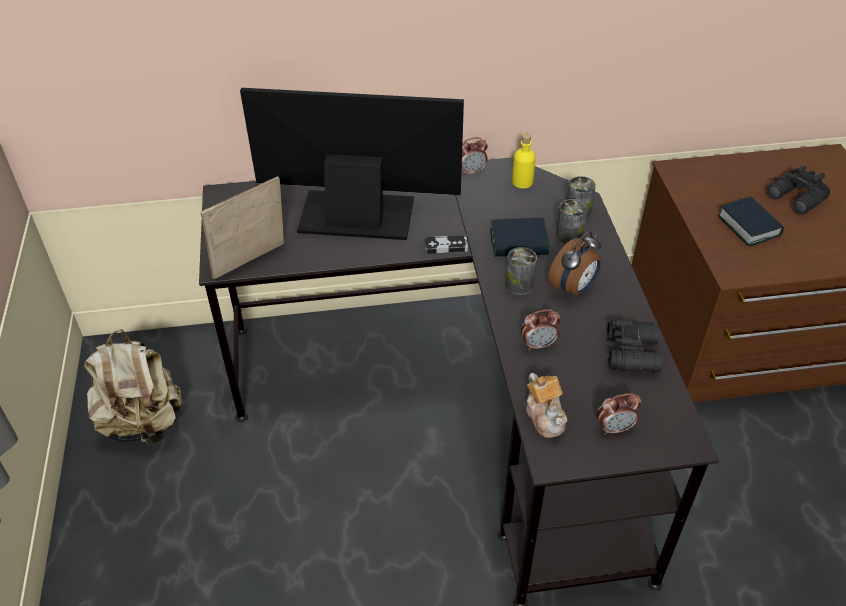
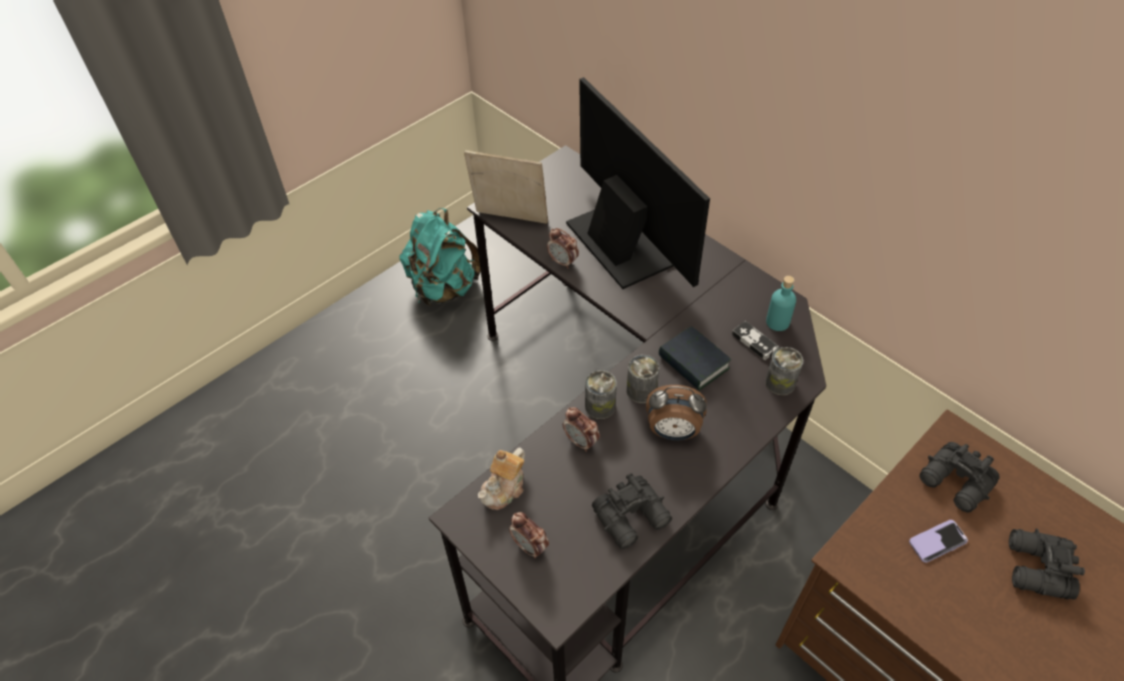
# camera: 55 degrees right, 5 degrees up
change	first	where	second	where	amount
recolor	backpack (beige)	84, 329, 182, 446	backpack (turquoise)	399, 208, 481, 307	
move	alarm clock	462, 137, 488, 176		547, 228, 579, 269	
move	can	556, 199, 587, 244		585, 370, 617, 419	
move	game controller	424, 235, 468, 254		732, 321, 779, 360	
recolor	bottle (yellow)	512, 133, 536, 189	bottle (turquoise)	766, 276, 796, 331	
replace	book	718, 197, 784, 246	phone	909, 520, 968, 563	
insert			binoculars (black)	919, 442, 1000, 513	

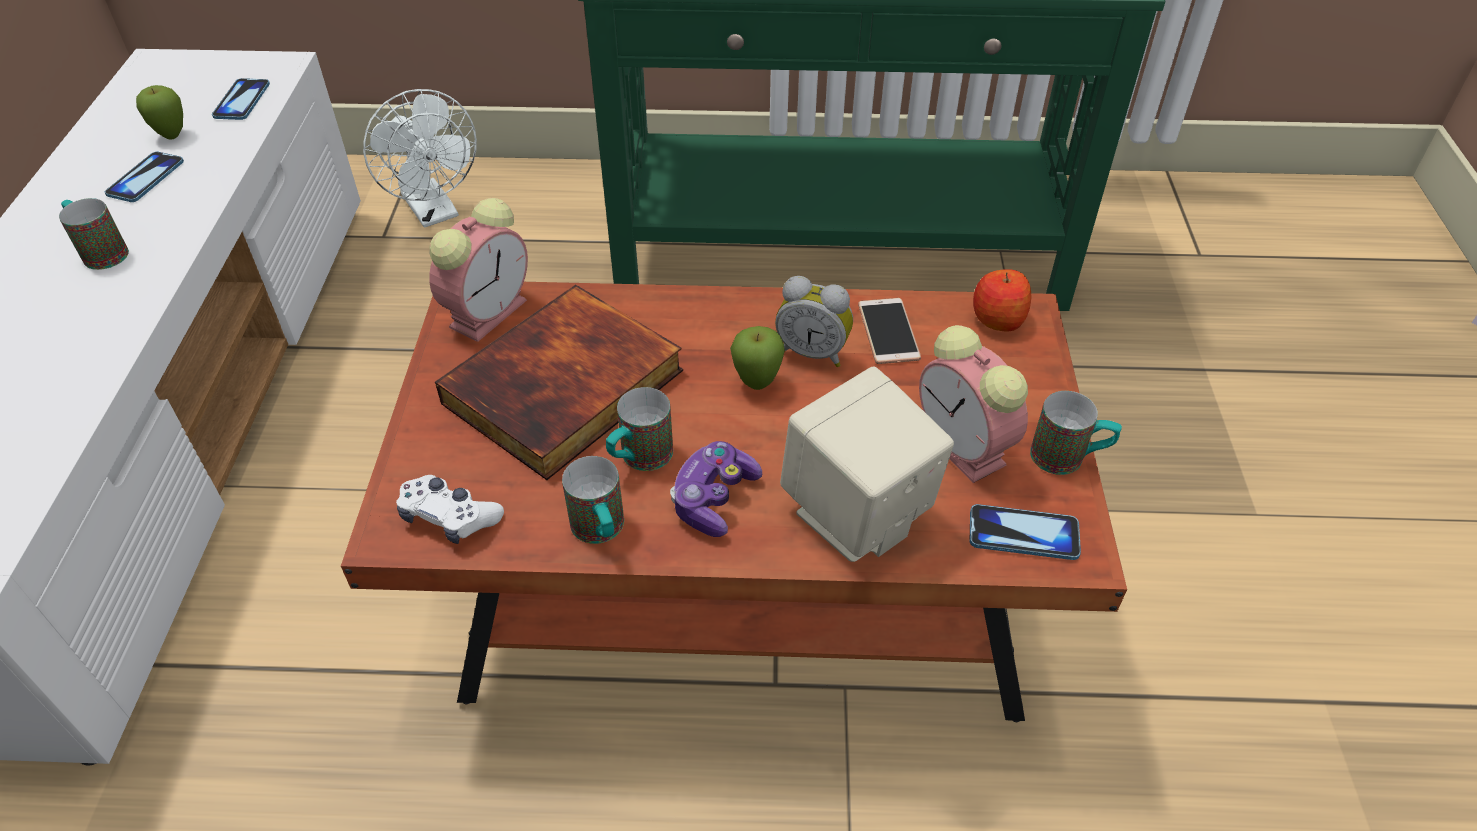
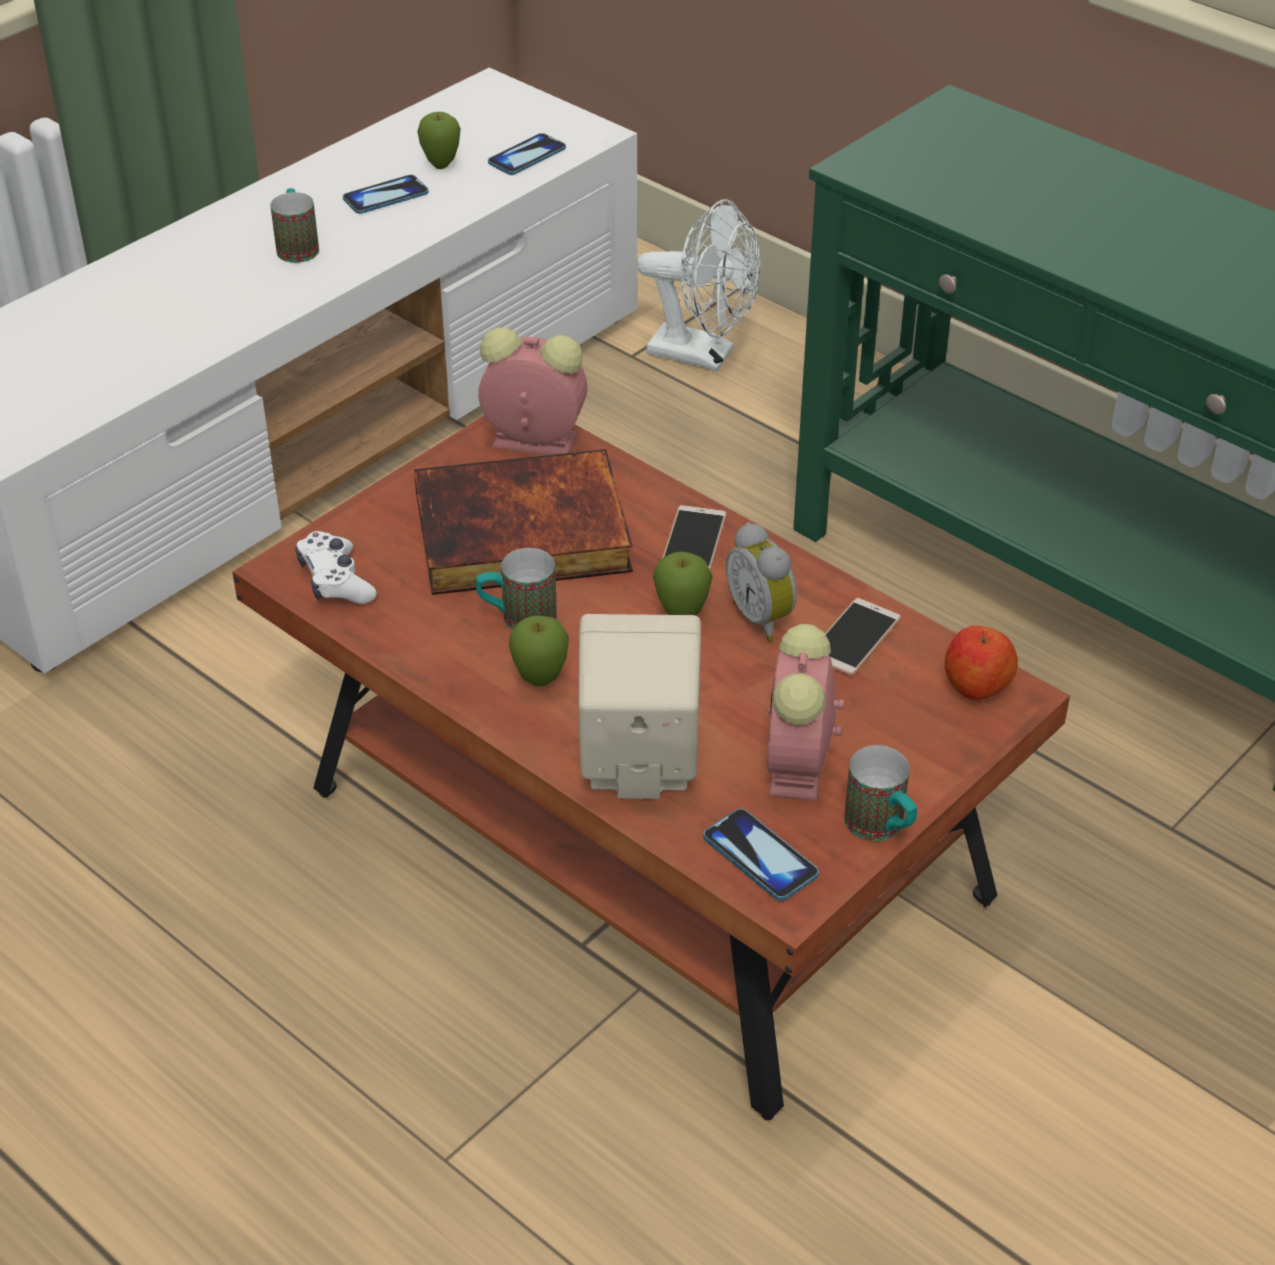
# camera: 40 degrees right, 5 degrees down
change	first	where	second	where	amount
rotate	alarm clock	429, 198, 528, 342		478, 327, 588, 455	150 degrees counterclockwise
replace	game controller	670, 441, 762, 537	apple	509, 616, 569, 687	
rotate	fan (white)	363, 89, 477, 228		637, 199, 760, 371	75 degrees counterclockwise
insert			phone	662, 505, 727, 571	
delete	mug	562, 456, 624, 544			

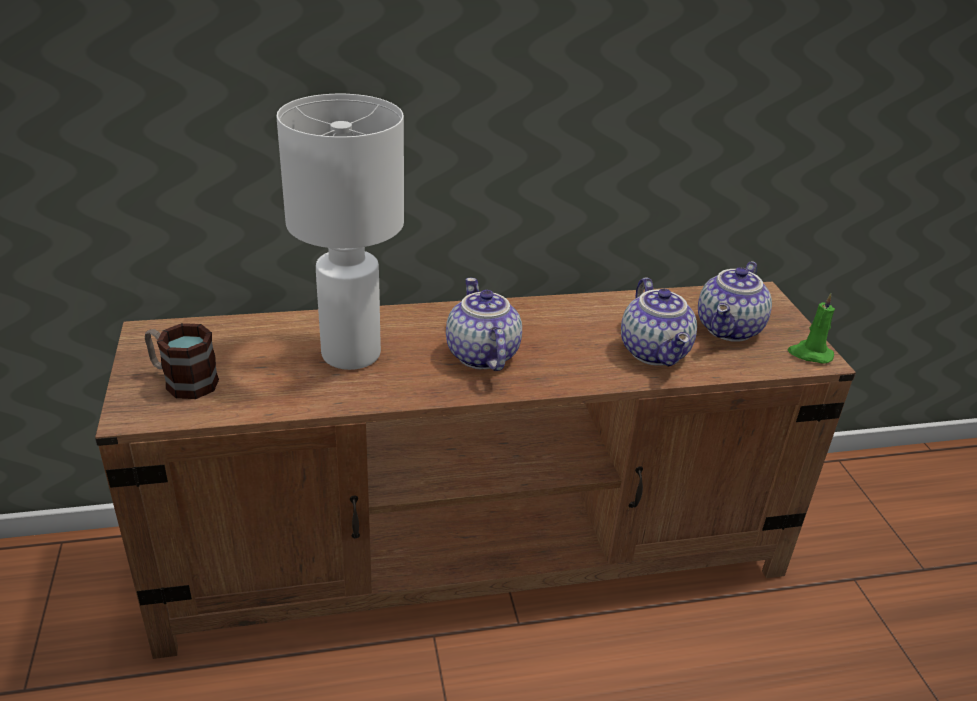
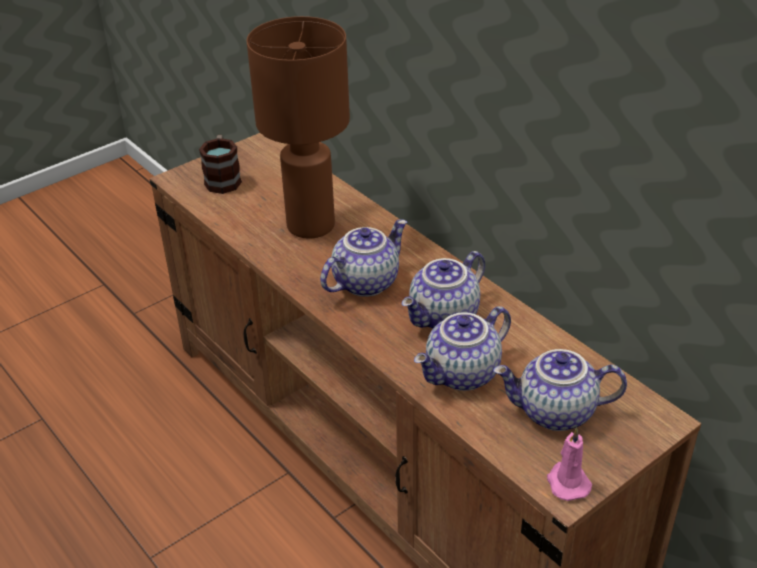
# camera: 65 degrees right, 5 degrees up
change	first	where	second	where	amount
recolor	table lamp (white)	276, 94, 404, 370	table lamp (brown)	246, 16, 350, 239	
insert			teapot	402, 251, 485, 329	
recolor	candle (green)	788, 293, 835, 364	candle (pink)	547, 427, 592, 501	

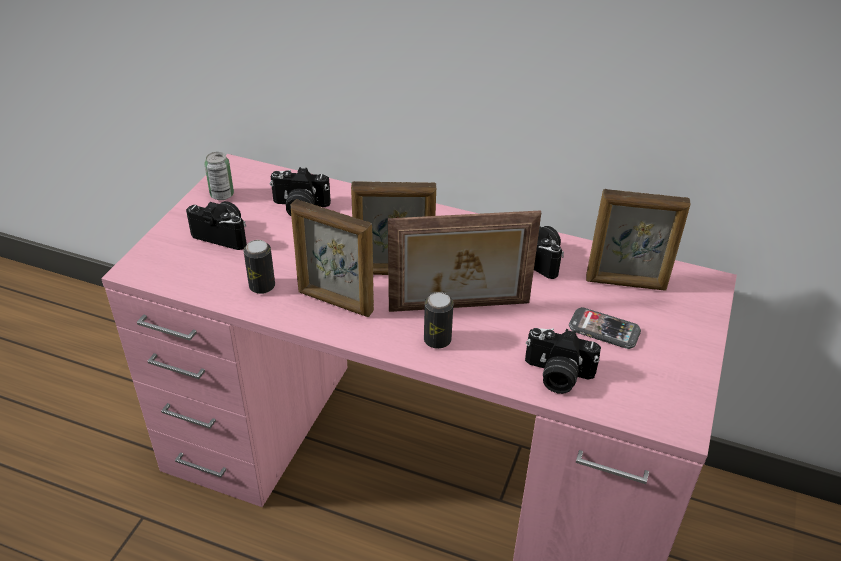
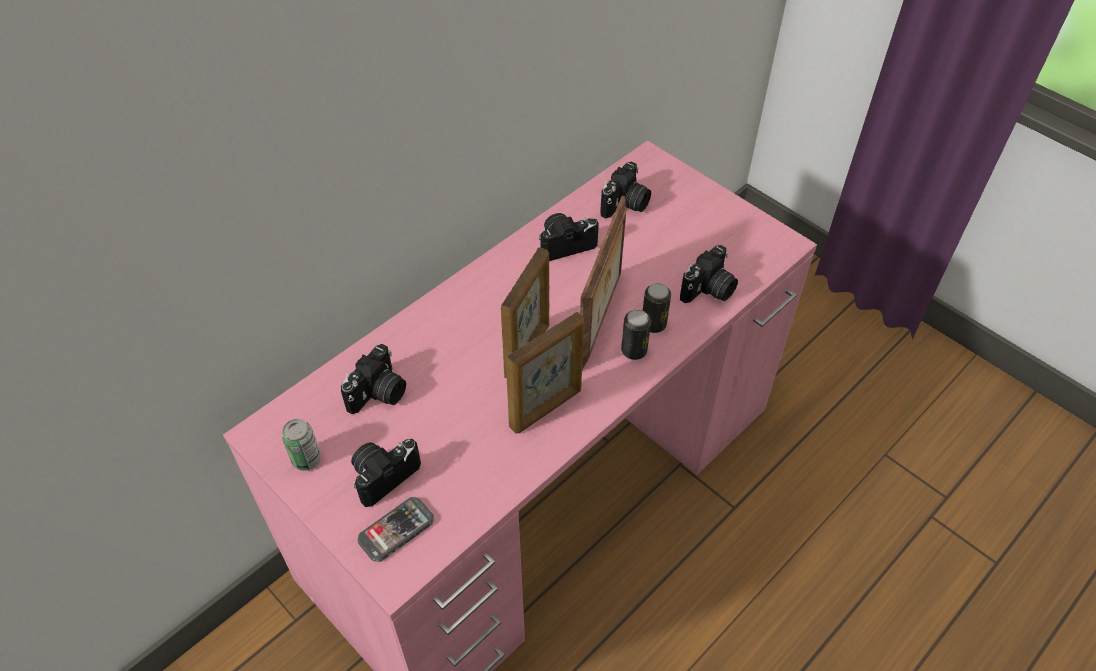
# camera: 65 degrees left, 10 degrees up
change	first	where	second	where	amount
move	phone	569, 307, 641, 349		358, 497, 434, 562	
replace	picture frame	586, 189, 690, 291	photo camera	600, 162, 651, 218	
move	can	244, 240, 275, 294		643, 283, 671, 333	

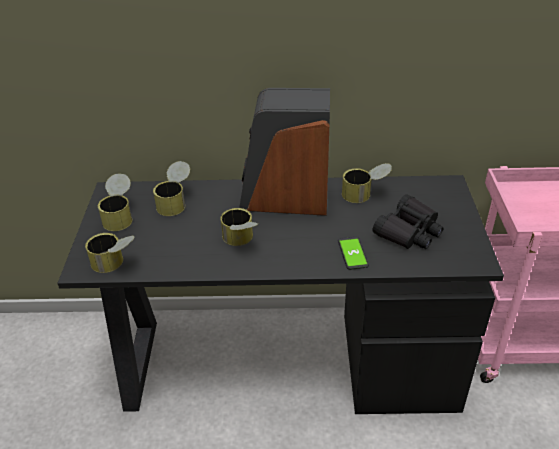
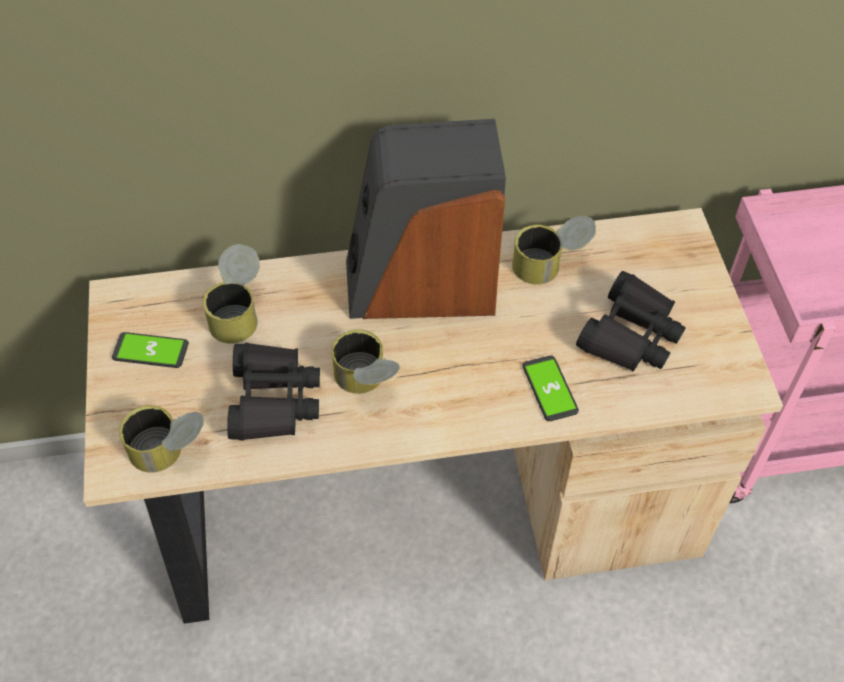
# camera: 10 degrees left, 15 degrees up
change	first	where	second	where	amount
recolor	desk (black)	57, 175, 504, 414	desk (beige)	83, 208, 783, 624	
replace	can	98, 173, 132, 231	phone	112, 332, 189, 368	
insert			binoculars (black)	227, 343, 320, 441	

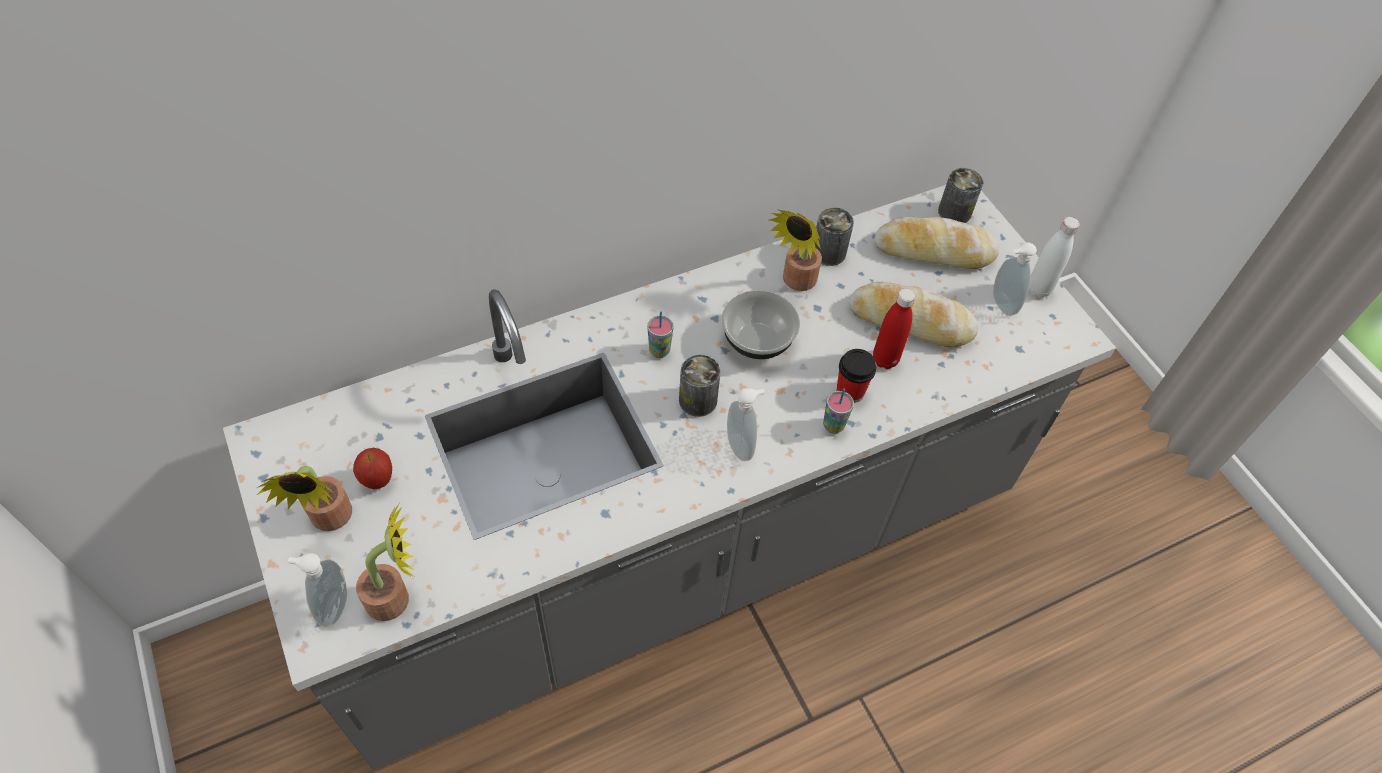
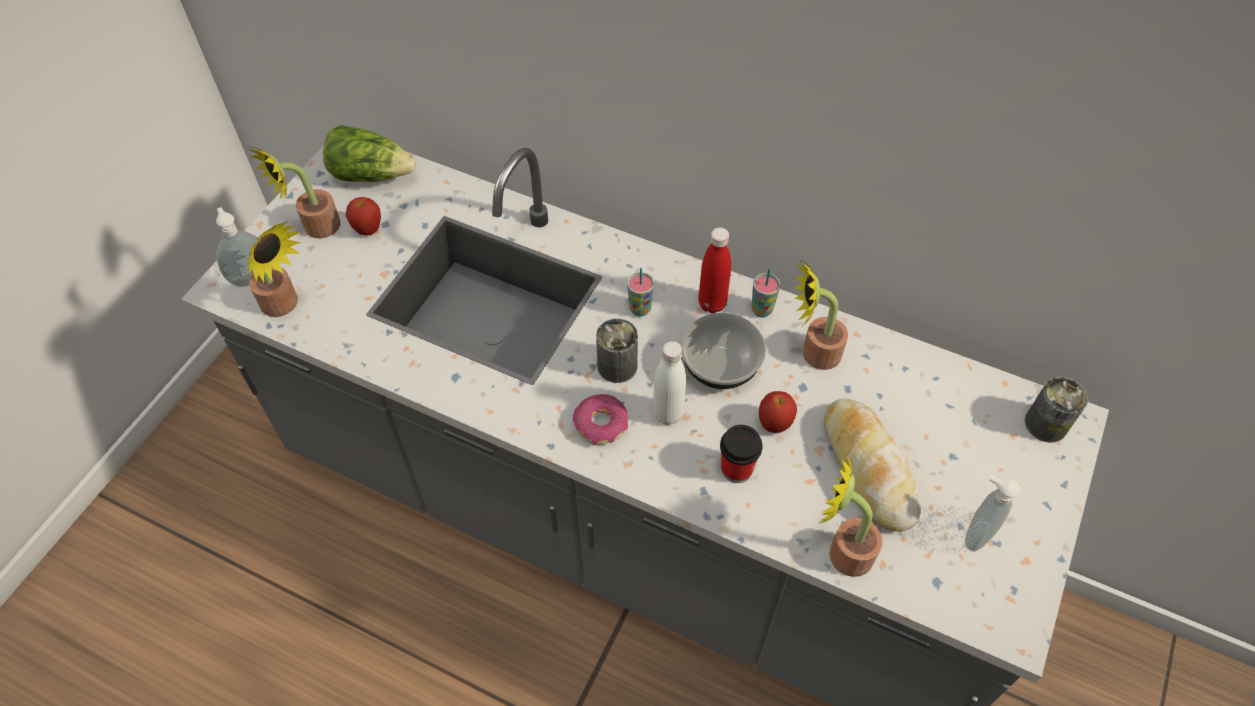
# camera: 55 degrees right, 0 degrees up
change	first	where	second	where	amount
insert			lettuce	323, 125, 416, 182	
replace	soap dispenser	727, 388, 765, 461	donut	573, 394, 628, 445	
move	bottle (white)	1029, 217, 1080, 298		653, 341, 686, 425	
move	bottle (red)	873, 288, 916, 369		698, 227, 731, 314	
move	cup	823, 389, 854, 434		751, 269, 780, 317	
insert			apple	759, 391, 797, 433	
insert			potted plant	819, 454, 883, 577	
delete	can	815, 207, 854, 266			
delete	bread	875, 217, 999, 269			

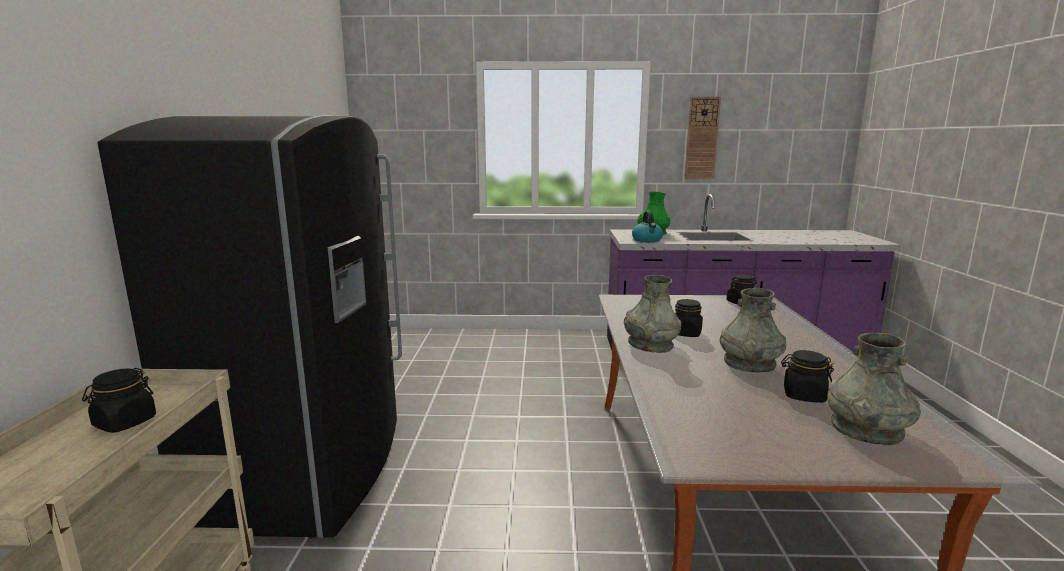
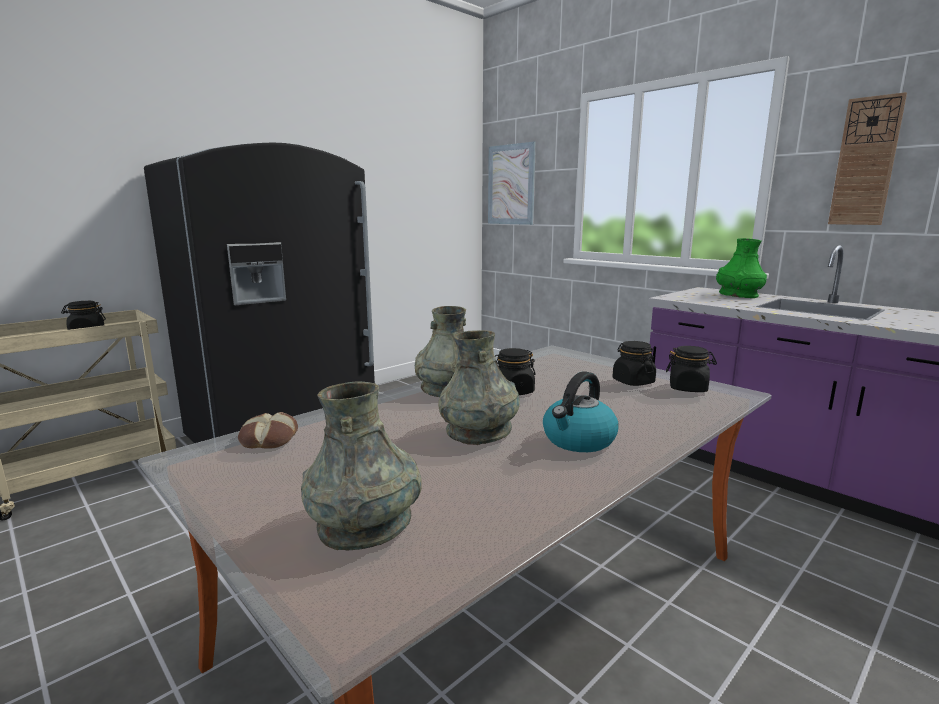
# camera: 45 degrees right, 0 degrees up
change	first	where	second	where	amount
insert			bread	238, 412, 298, 448	
insert			picture	488, 142, 536, 225	
move	kettle	632, 211, 663, 242		543, 371, 619, 452	
move	jar (black)	781, 350, 834, 403		612, 341, 656, 386	

